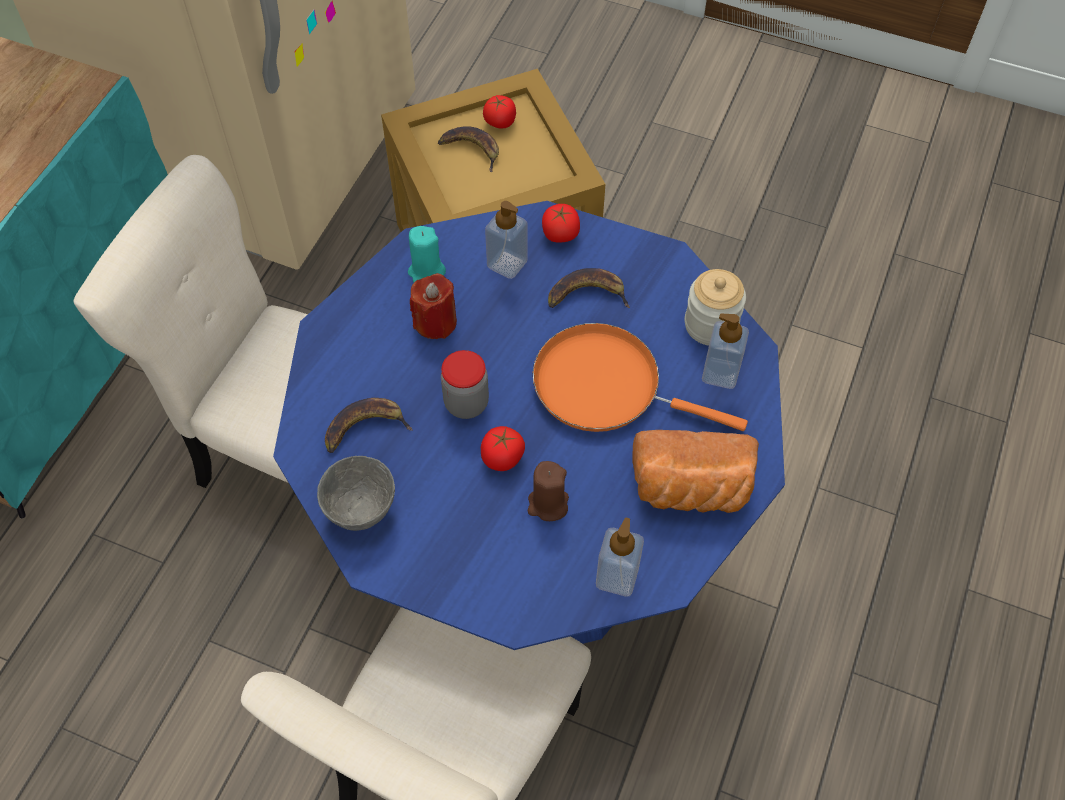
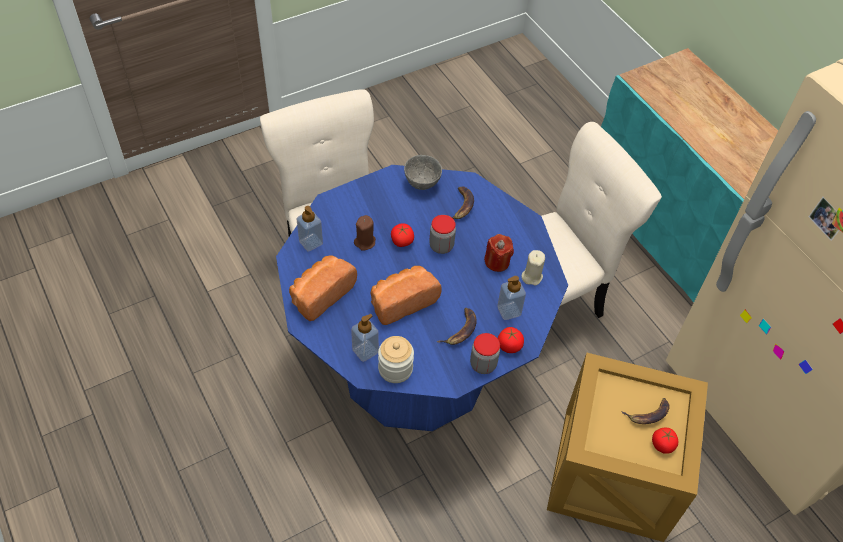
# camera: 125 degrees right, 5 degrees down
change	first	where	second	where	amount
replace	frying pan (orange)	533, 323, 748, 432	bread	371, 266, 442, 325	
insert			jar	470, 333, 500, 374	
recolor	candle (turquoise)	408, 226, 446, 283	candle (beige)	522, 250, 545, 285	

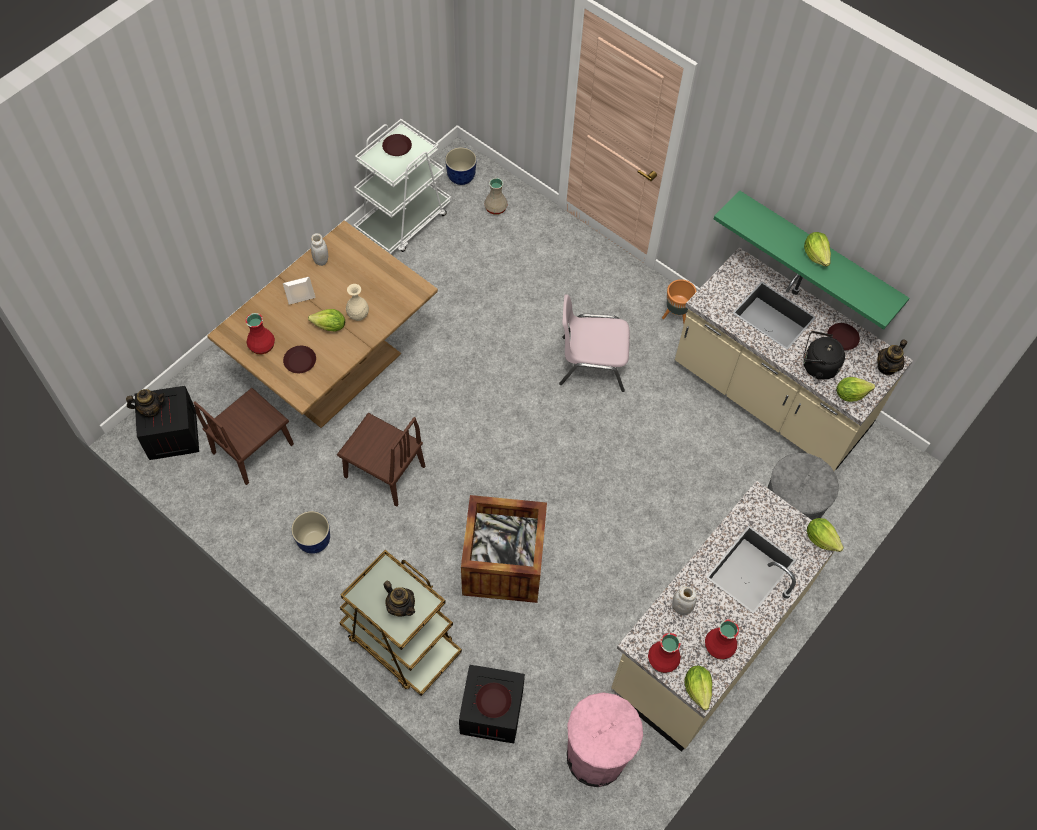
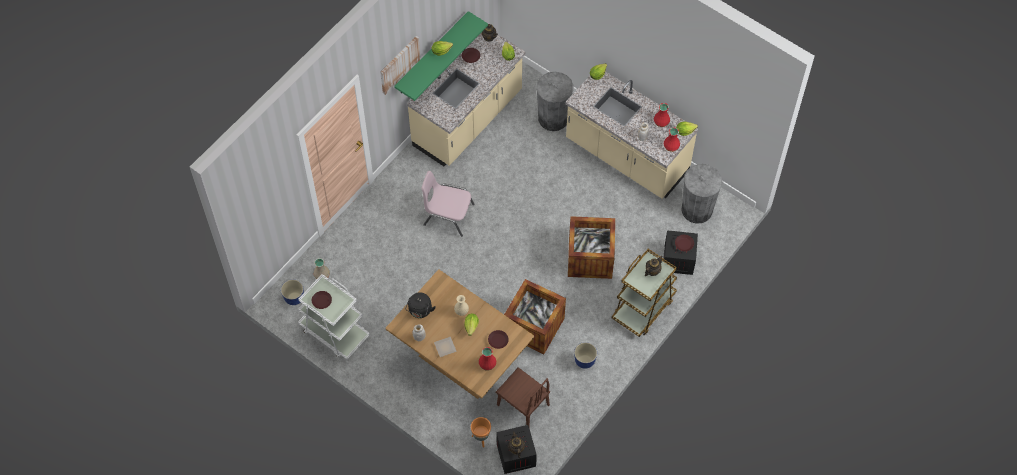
# camera: 90 degrees left, 0 degrees up
change	first	where	second	where	amount
insert			picture	380, 36, 421, 95	
move	kettle (black)	803, 331, 845, 380		405, 292, 436, 318	
rotate	chair (pink)	559, 294, 630, 392		421, 171, 474, 237	105 degrees clockwise
move	planter (orange)	662, 279, 697, 324		471, 417, 491, 448	
replace	chair (brown)	337, 413, 425, 506	crate	504, 279, 566, 354	
recolor	trash can (pink)	567, 692, 643, 787	trash can (grey)	681, 164, 723, 224	

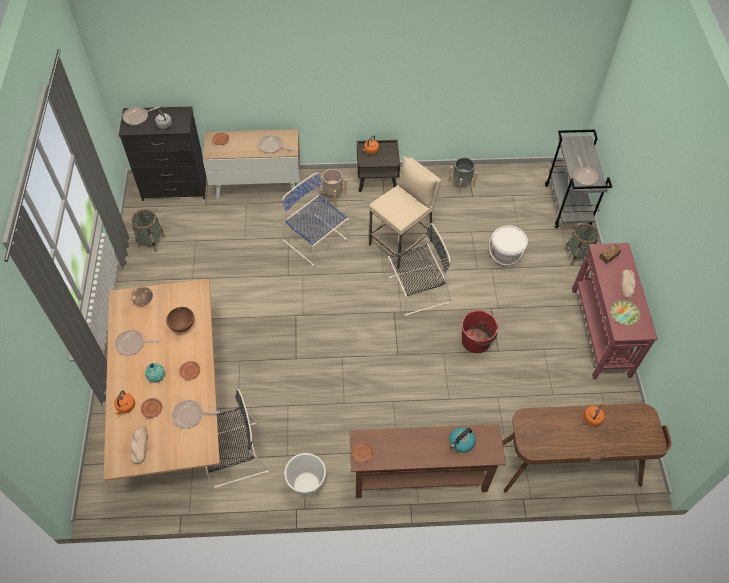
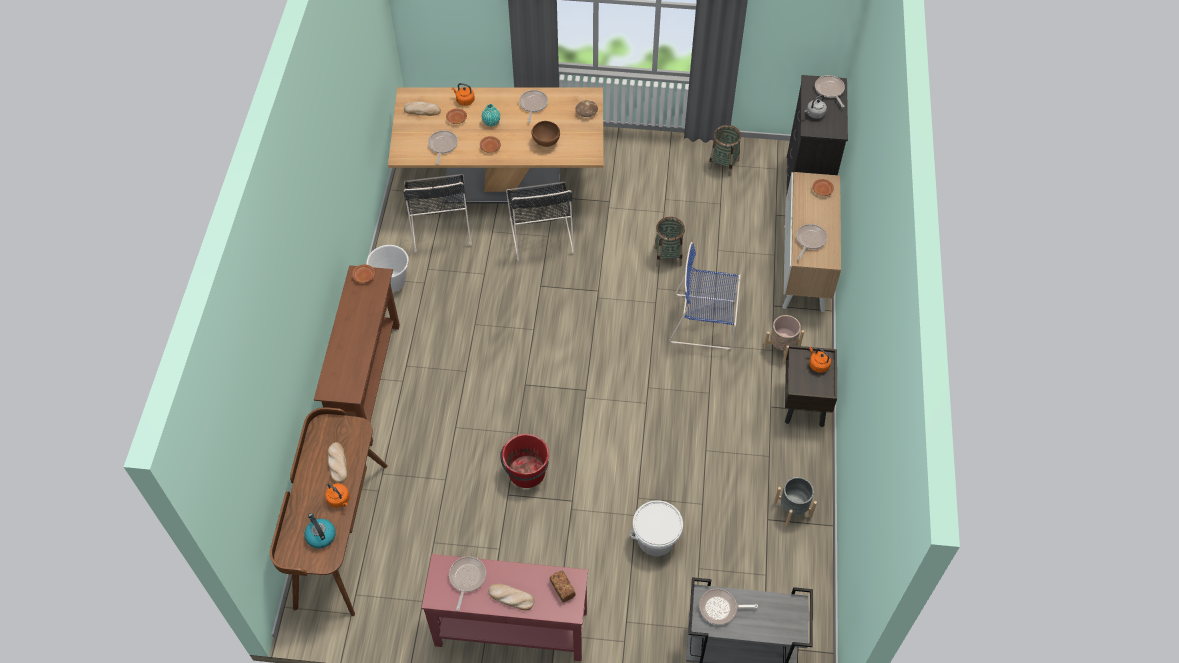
# camera: 100 degrees right, 0 degrees up
change	first	where	second	where	amount
move	kettle	449, 427, 476, 453		305, 513, 336, 548	
insert			bread	328, 442, 348, 483	
replace	plate	610, 300, 640, 325	frying pan	449, 556, 486, 611	
move	chair (black)	387, 223, 451, 316		506, 182, 574, 261	
move	basket	564, 223, 599, 265		654, 217, 685, 267	
rotate	chair (blue)	282, 172, 349, 266		669, 242, 741, 350	135 degrees counterclockwise
delete	stool (beige)	369, 156, 441, 269			

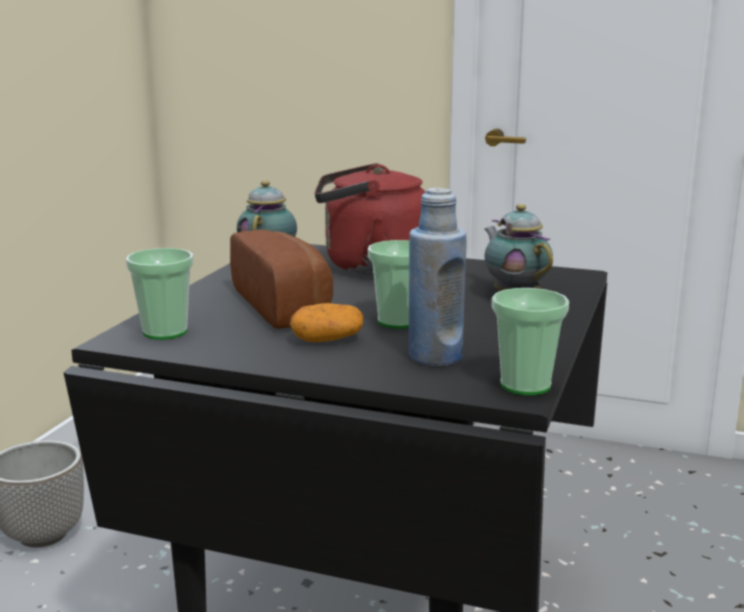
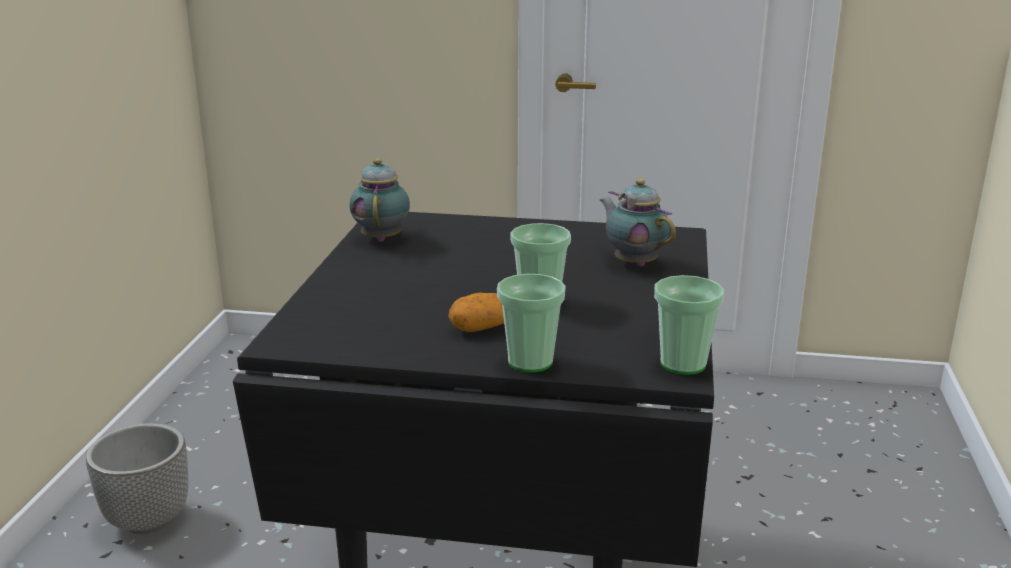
# camera: 10 degrees left, 5 degrees up
change	first	where	second	where	amount
move	cup	126, 248, 193, 340		497, 274, 565, 373	
delete	bread	230, 229, 333, 329			
delete	kettle (red)	315, 163, 426, 275			
delete	bottle (blue)	409, 188, 467, 366			

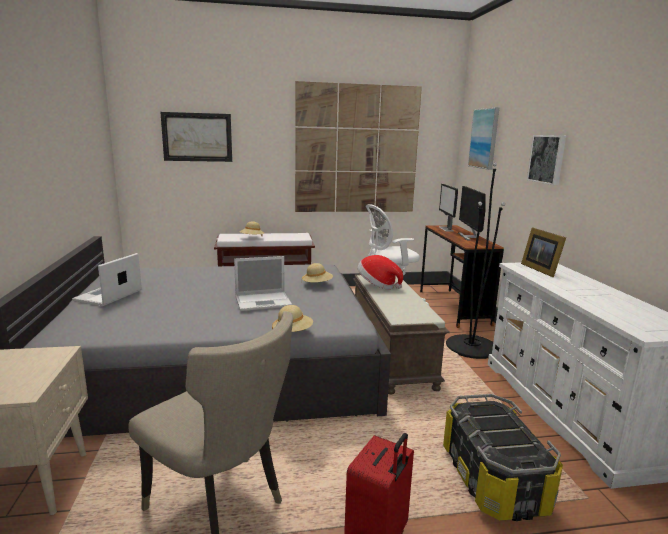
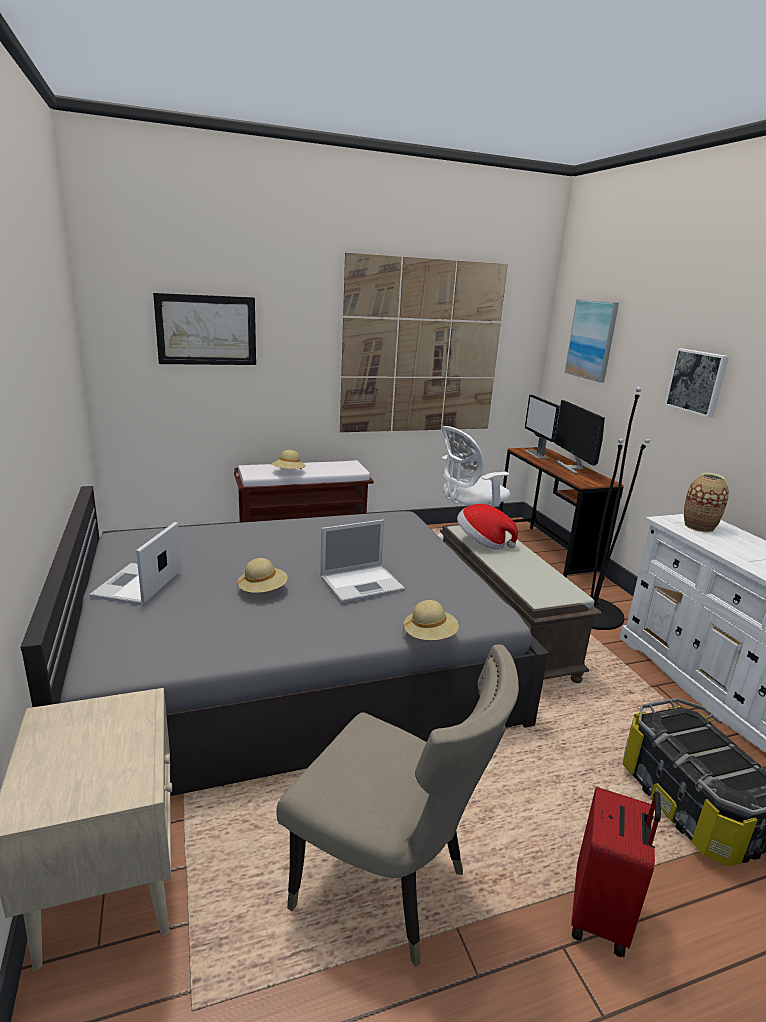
# camera: 10 degrees left, 5 degrees up
change	first	where	second	where	amount
move	hat (beige)	302, 263, 333, 282		237, 558, 288, 593	
replace	picture frame	521, 228, 566, 277	vase	684, 473, 729, 532	

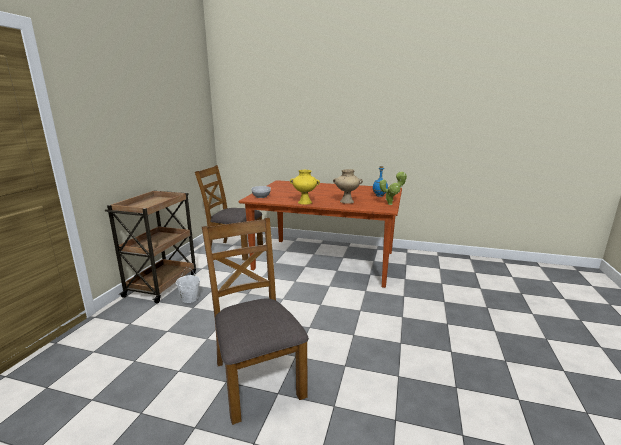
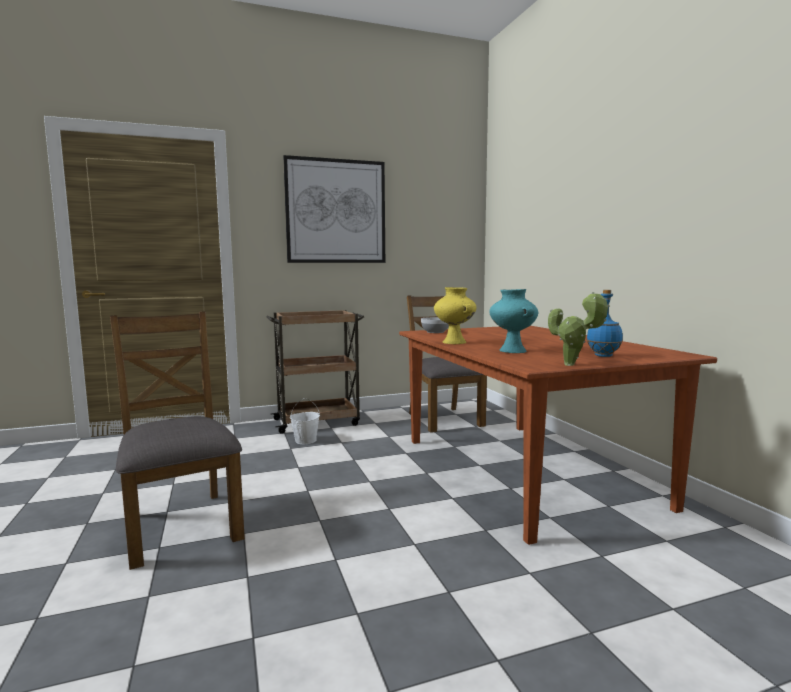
# camera: 55 degrees right, 10 degrees down
change	first	where	second	where	amount
rotate	chair (brown)	202, 217, 309, 425		110, 311, 245, 570	60 degrees counterclockwise
insert			picture	283, 155, 385, 263	
recolor	vase (beige)	333, 169, 363, 204	vase (turquoise)	489, 289, 538, 353	

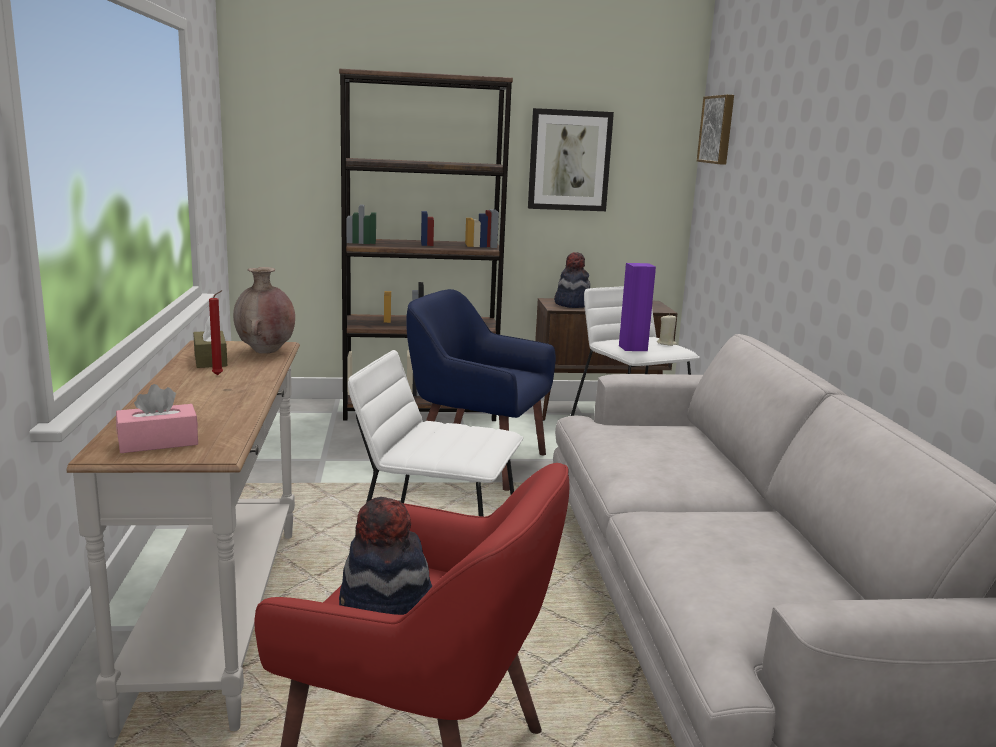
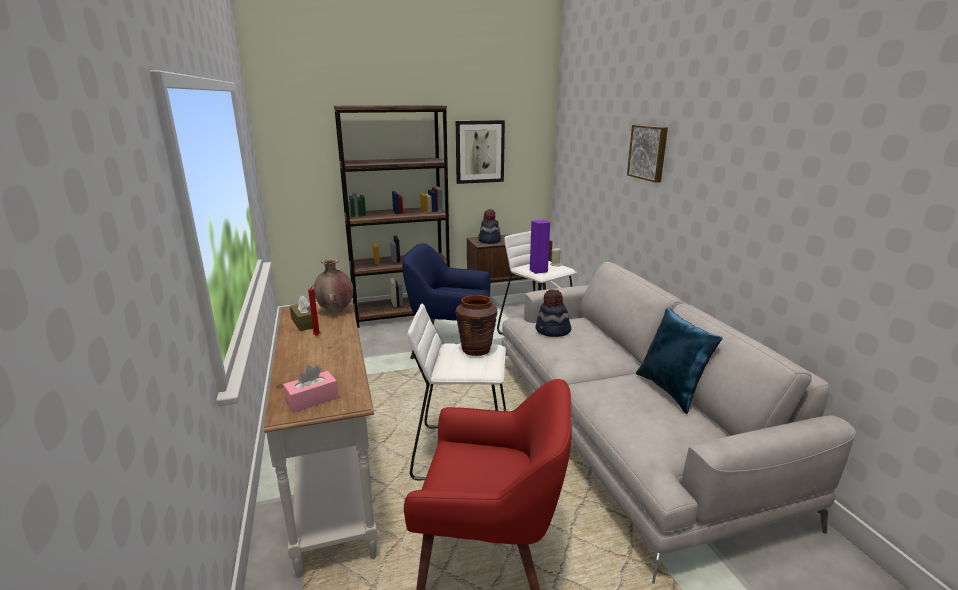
# camera: 10 degrees left, 5 degrees up
change	first	where	second	where	amount
insert			vase (brown)	455, 295, 497, 356	
move	hat	339, 497, 432, 615		535, 289, 571, 337	
move	picture	697, 95, 734, 165		627, 125, 668, 183	
insert			pillow (blue)	636, 307, 722, 414	

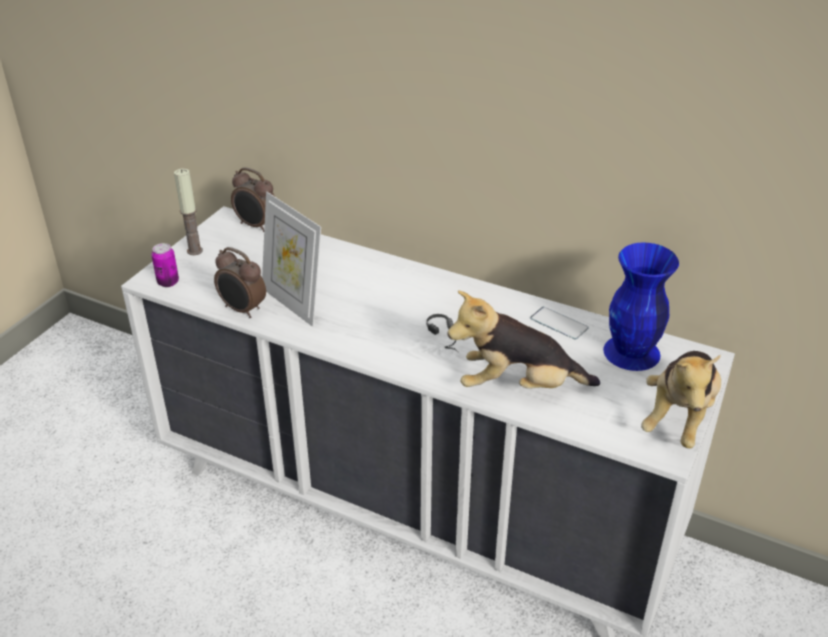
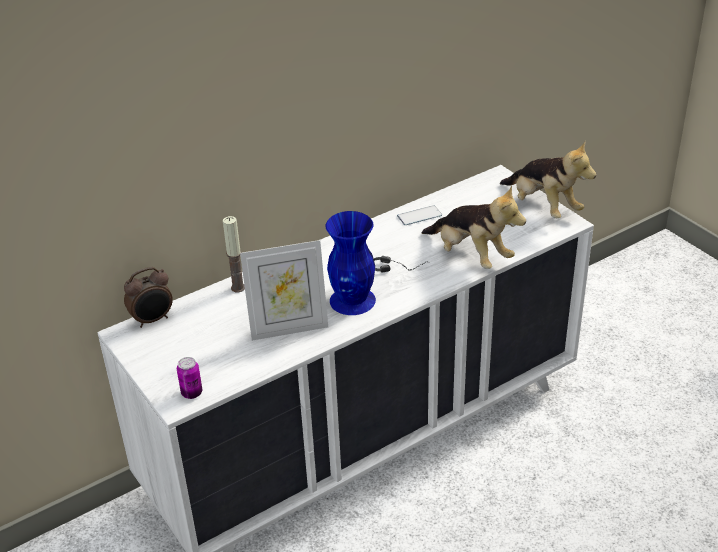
# camera: 60 degrees left, 0 degrees up
change	first	where	second	where	amount
move	candle	174, 168, 203, 255		223, 216, 245, 293	
move	vase (blue)	603, 243, 679, 371		326, 211, 376, 315	
rotate	plush toy	448, 290, 600, 389		421, 185, 526, 269	75 degrees counterclockwise
delete	alarm clock	214, 247, 266, 318			

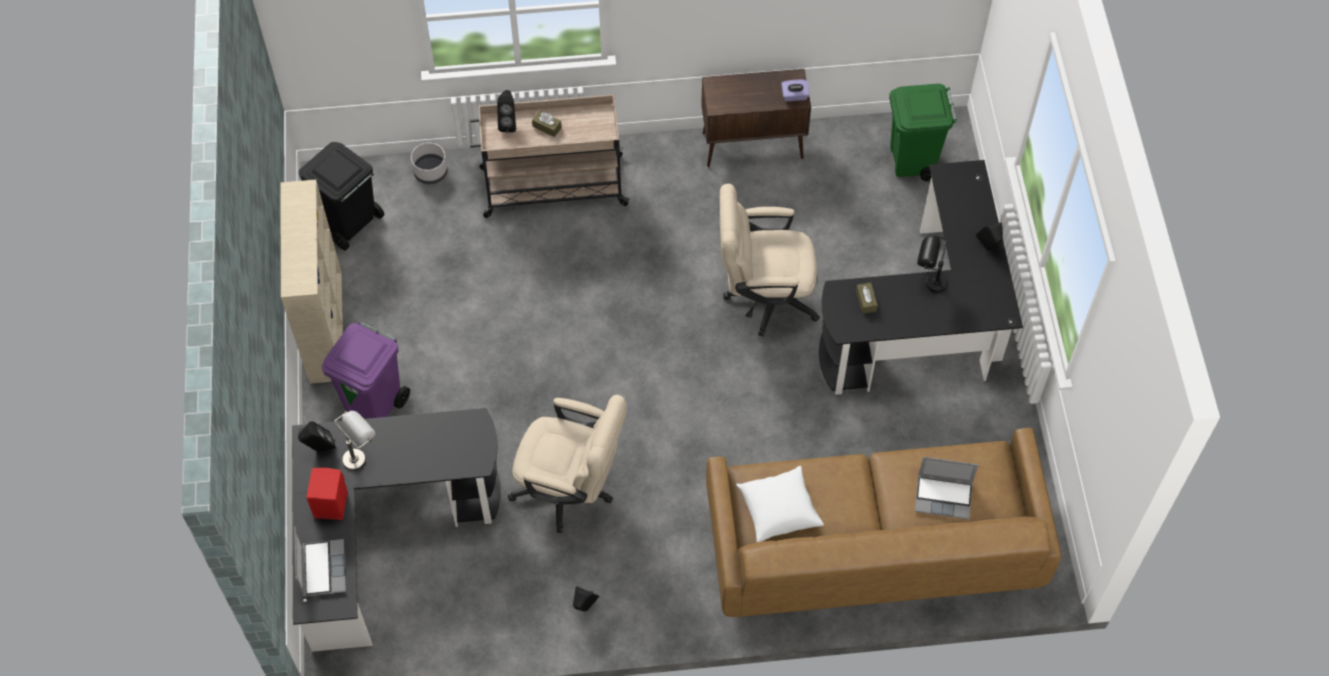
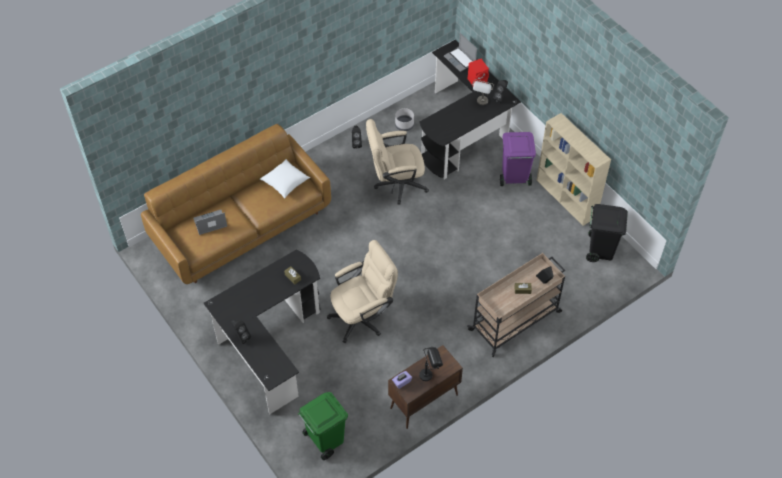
# camera: 150 degrees right, 5 degrees down
change	first	where	second	where	amount
move	planter (grey)	411, 143, 447, 184		395, 108, 414, 131	
move	table lamp (black)	917, 234, 948, 292		419, 346, 443, 381	

